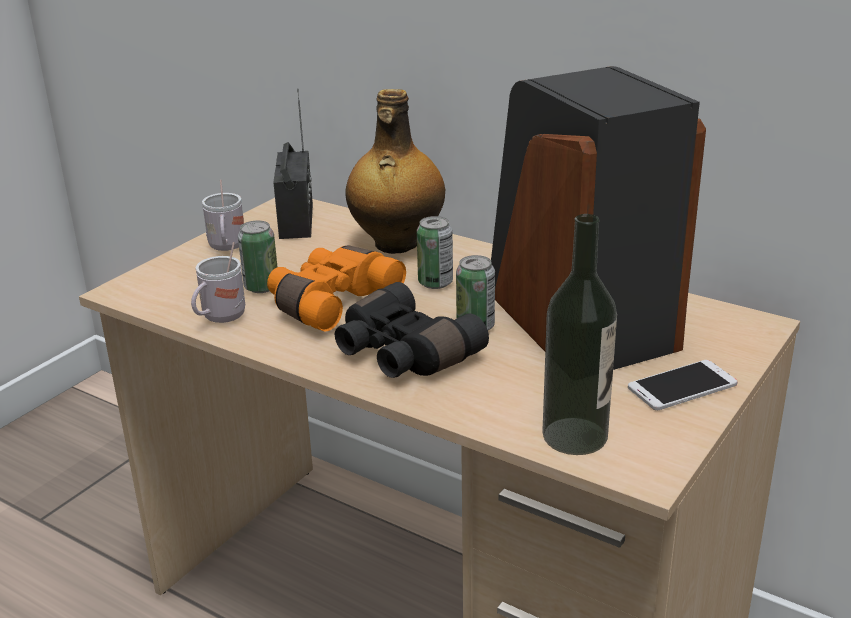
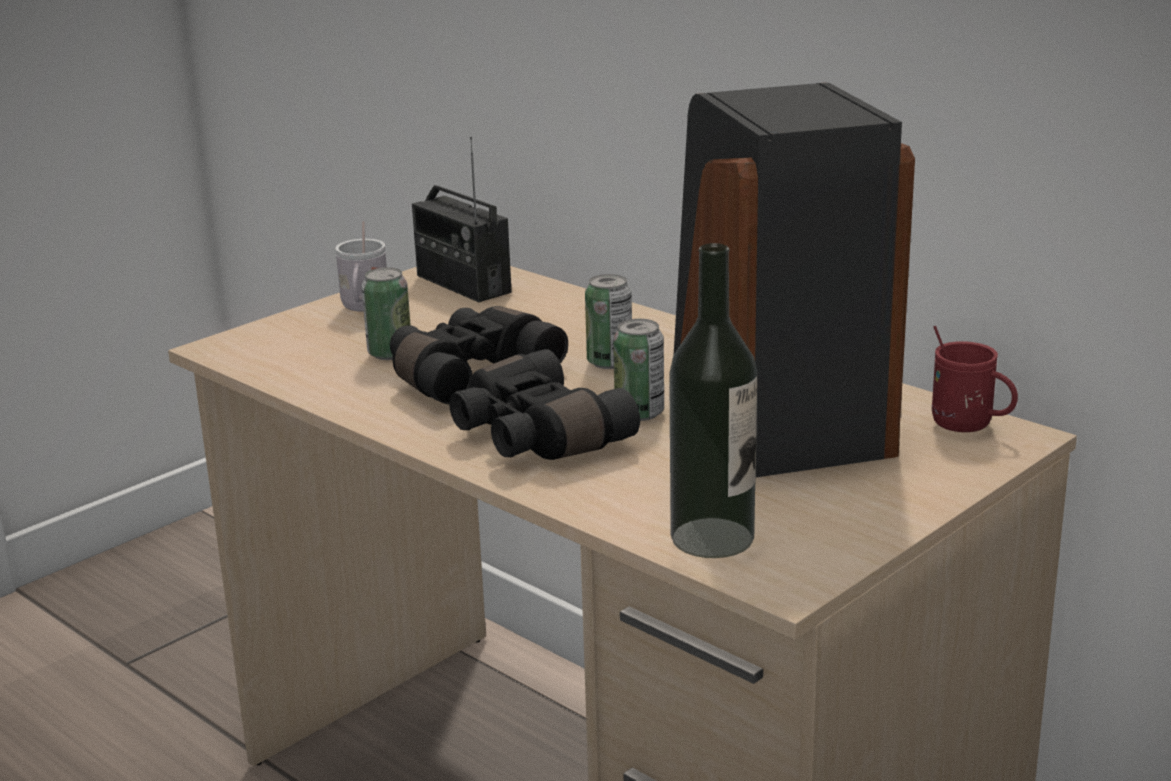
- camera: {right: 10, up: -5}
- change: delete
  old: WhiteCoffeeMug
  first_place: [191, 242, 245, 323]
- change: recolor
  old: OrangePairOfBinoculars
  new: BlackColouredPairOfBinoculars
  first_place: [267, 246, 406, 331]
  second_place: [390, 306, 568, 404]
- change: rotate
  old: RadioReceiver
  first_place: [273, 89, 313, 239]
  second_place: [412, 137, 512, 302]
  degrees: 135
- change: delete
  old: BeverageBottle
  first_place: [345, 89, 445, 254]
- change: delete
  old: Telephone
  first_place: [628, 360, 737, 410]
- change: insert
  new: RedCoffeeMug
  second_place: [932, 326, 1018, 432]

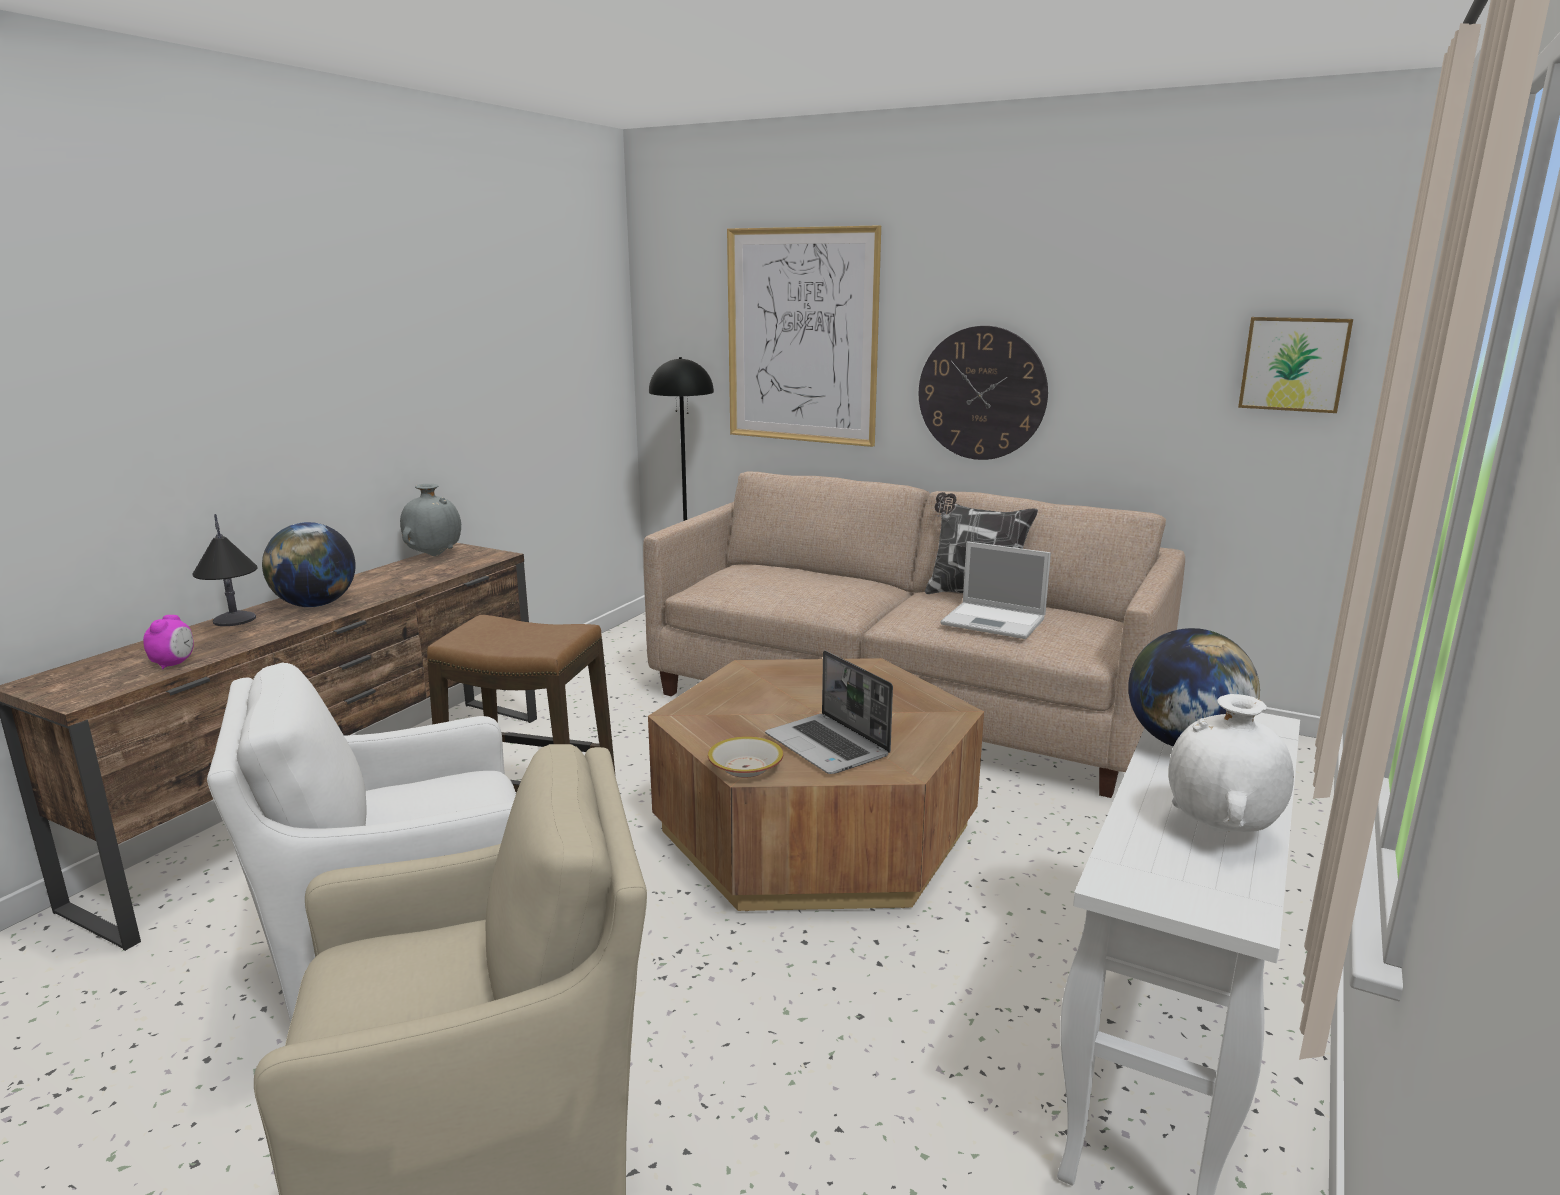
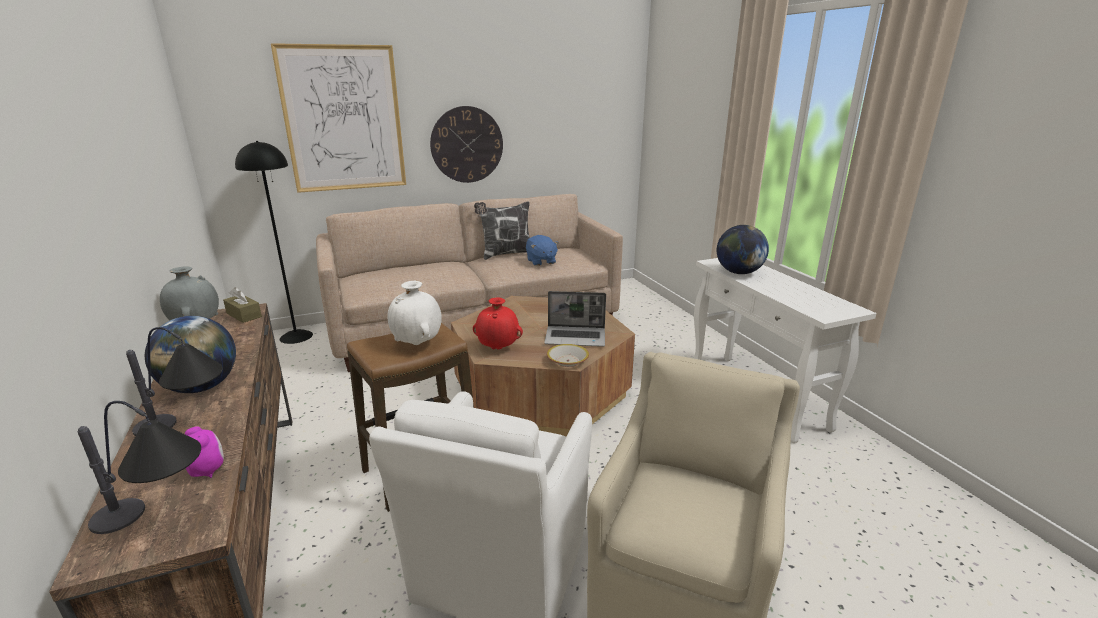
- camera: {right: -50, up: 5}
- change: replace
  old: NotebookComputer
  new: BluishCuddlyToy
  first_place: [941, 541, 1051, 639]
  second_place: [526, 235, 559, 266]
- change: move
  old: WhiteFlowerVase
  first_place: [1168, 694, 1294, 832]
  second_place: [387, 281, 442, 345]
- change: delete
  old: WallArt
  first_place: [1238, 317, 1353, 413]
- change: insert
  new: TableLamp
  second_place: [78, 401, 201, 534]
- change: insert
  new: BrownishTissueHolder
  second_place: [223, 287, 262, 323]
- change: insert
  new: RedFlowerVase
  second_place: [473, 297, 523, 350]

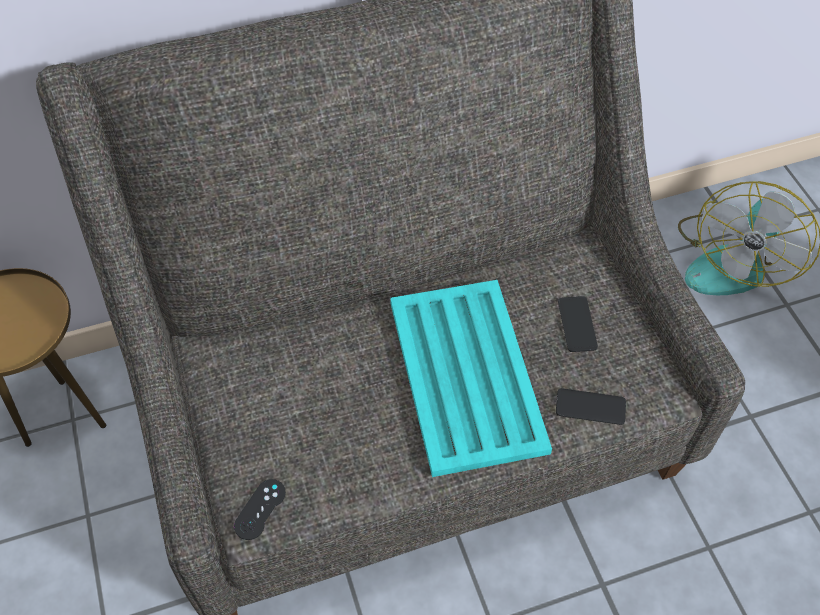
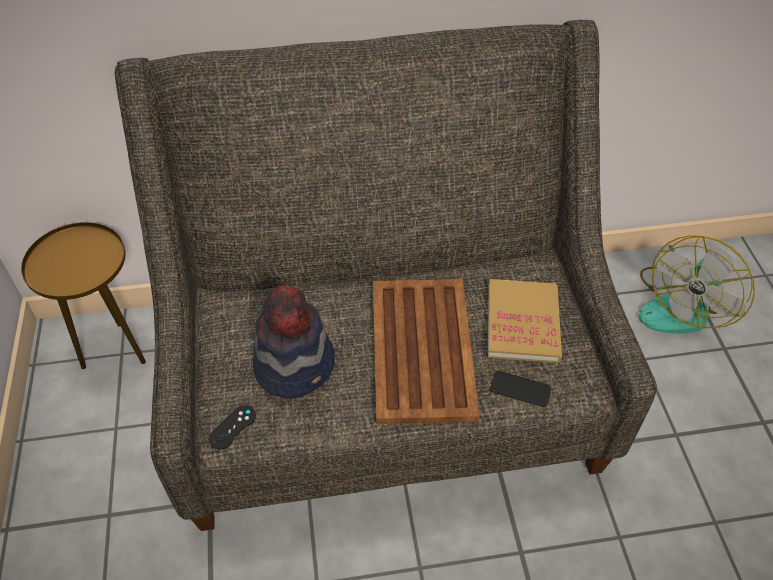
- camera: {right: 10, up: -5}
- change: recolor
  old: TurquoiseColouredCarryingTray
  new: BrownishCarryingTray
  first_place: [390, 280, 552, 477]
  second_place: [373, 279, 480, 424]
- change: replace
  old: Telephone
  new: Volume
  first_place: [558, 296, 598, 352]
  second_place: [488, 279, 562, 363]
- change: insert
  new: WearableHat
  second_place: [253, 285, 335, 398]

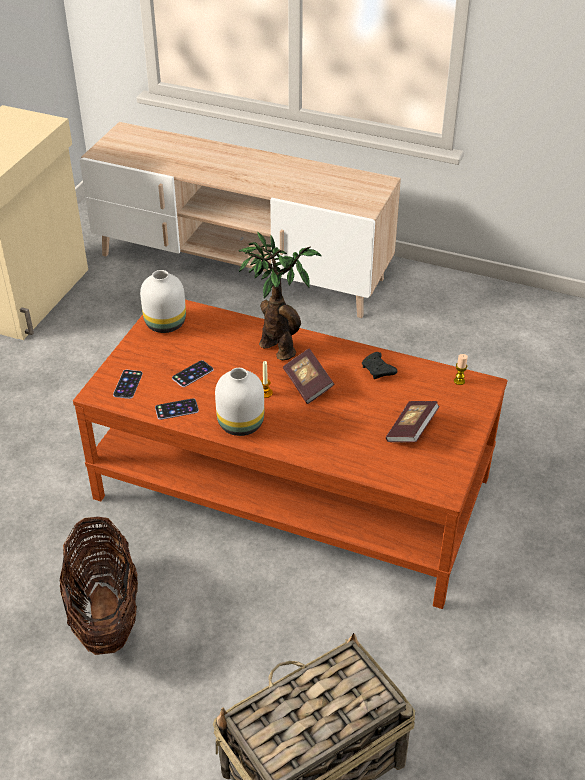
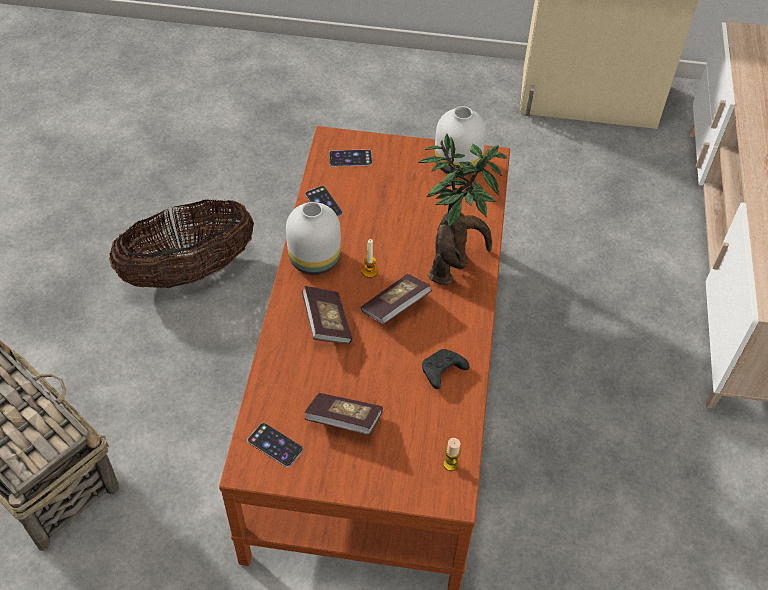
- camera: {right: 75, up: 10}
- change: move
  old: Telephone
  first_place: [172, 360, 213, 387]
  second_place: [247, 423, 303, 467]
- change: insert
  new: Volume
  second_place: [302, 286, 352, 344]

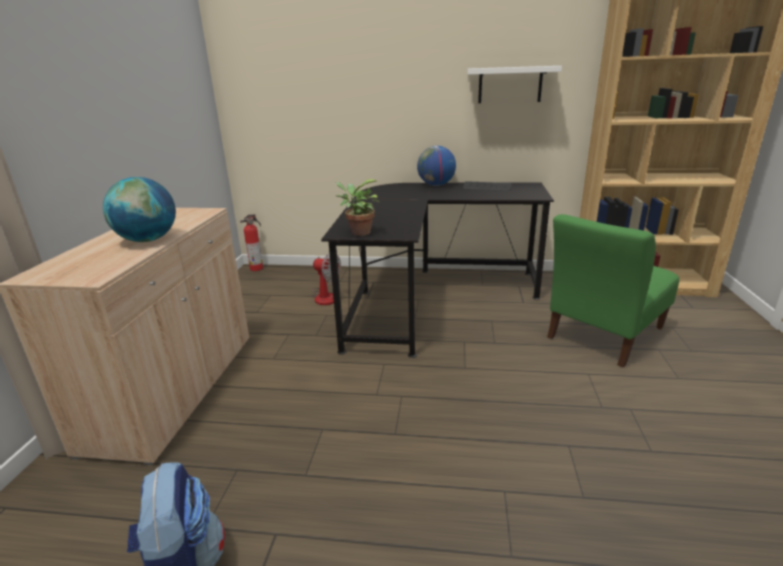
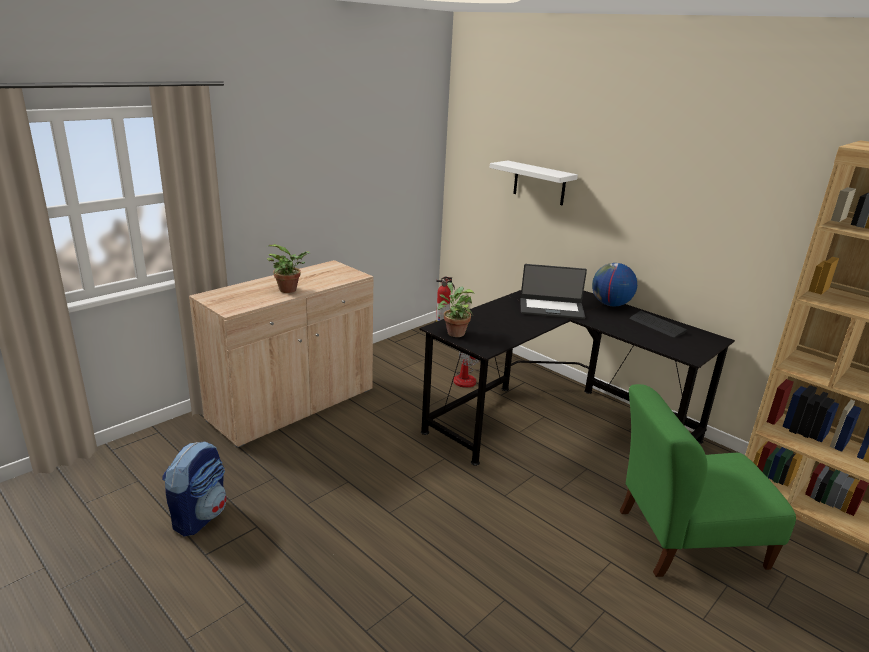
- camera: {right: 35, up: 0}
- change: replace
  old: Globe
  new: Houseplant
  first_place: [103, 177, 176, 242]
  second_place: [267, 244, 310, 293]
- change: move
  old: WhiteShelf
  first_place: [467, 66, 562, 103]
  second_place: [490, 161, 578, 206]
- change: insert
  new: NotebookComputer
  second_place: [520, 264, 587, 319]

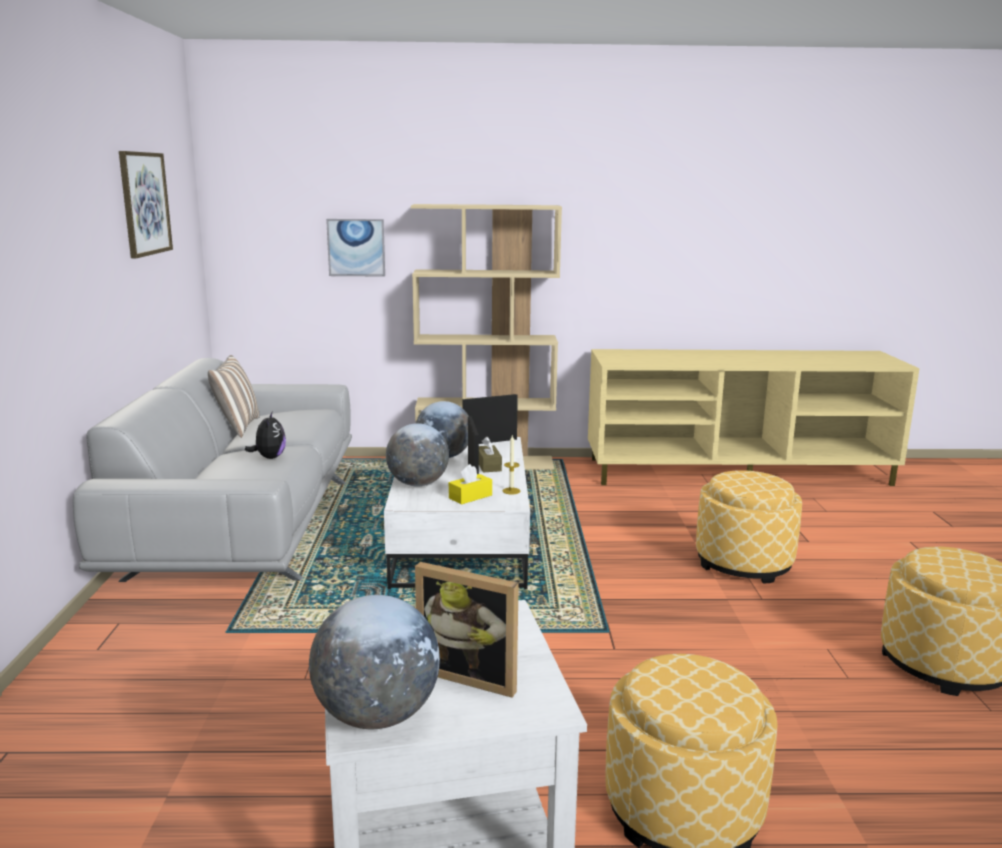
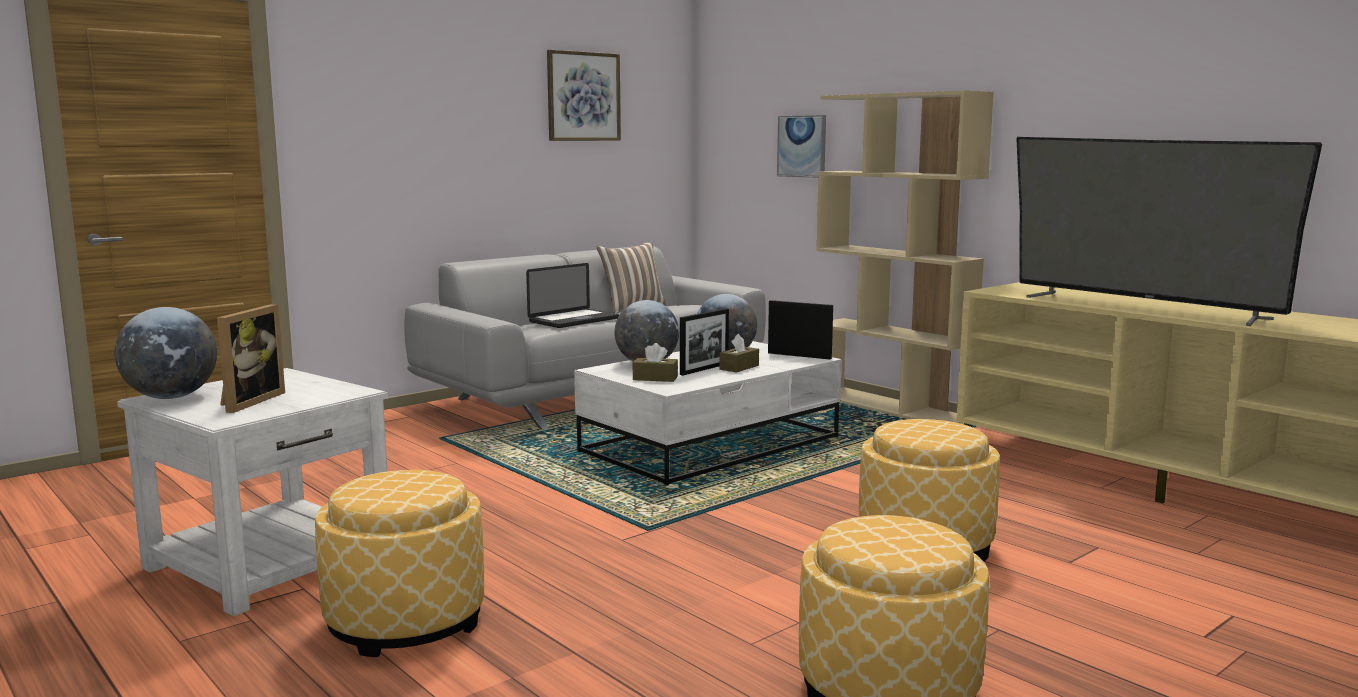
- camera: {right: 50, up: -5}
- change: replace
  old: CuddlyToy
  new: NotebookComputer
  first_place: [245, 412, 286, 459]
  second_place: [526, 263, 619, 328]
- change: rotate
  old: PictureFrame
  first_place: [415, 562, 519, 698]
  second_place: [217, 304, 285, 413]
  degrees: -150
- change: recolor
  old: YellowishTissueHolder
  new: BrownishTissueHolder
  first_place: [449, 464, 492, 505]
  second_place: [633, 343, 678, 382]
- change: delete
  old: WaxCandle
  first_place: [503, 436, 520, 495]
- change: insert
  new: TvSet
  second_place: [1016, 137, 1322, 326]

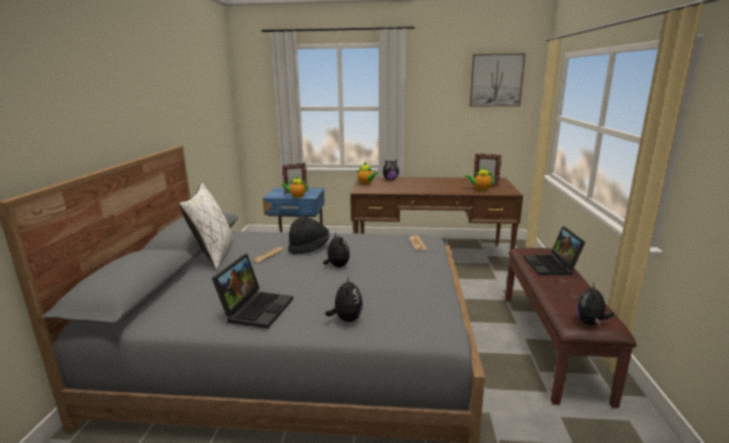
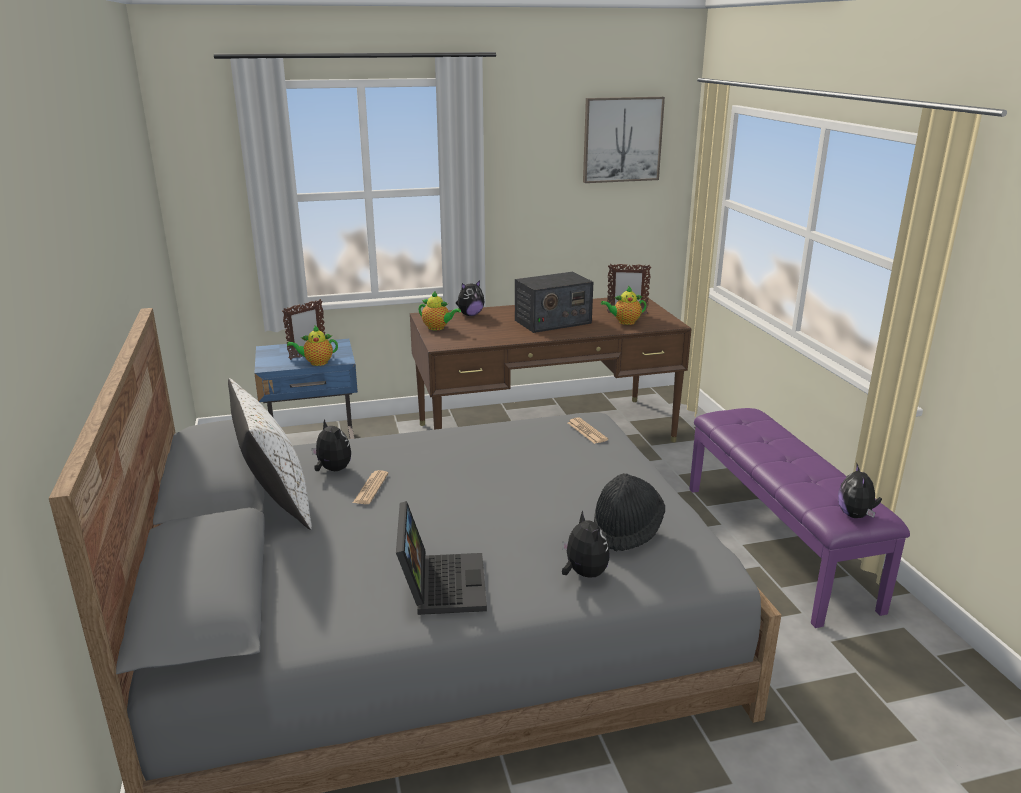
- camera: {right: -20, up: 5}
- change: move
  old: BlackColouredWearableHat
  first_place: [288, 216, 329, 254]
  second_place: [594, 473, 665, 552]
- change: move
  old: CuddlyToy
  first_place: [323, 232, 350, 267]
  second_place: [311, 419, 351, 471]
- change: recolor
  old: BrownishLongSeat
  new: PurplishLongSeat
  first_place: [505, 247, 637, 408]
  second_place: [689, 408, 910, 628]
- change: delete
  old: NotebookComputer
  first_place: [524, 226, 585, 275]
- change: insert
  new: RadioReceiver
  second_place: [515, 272, 593, 333]

